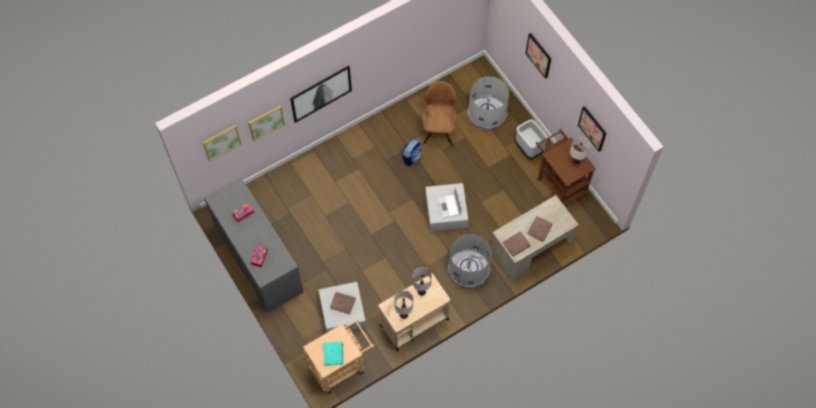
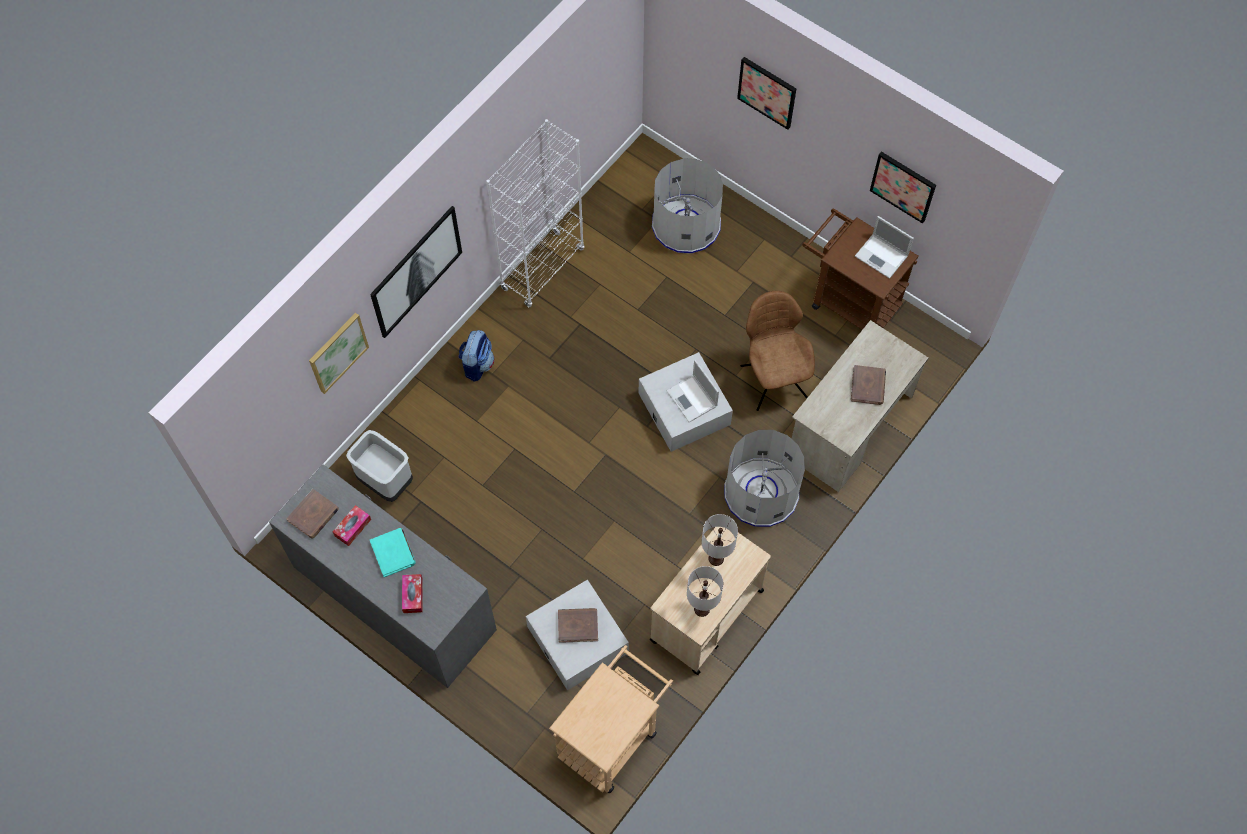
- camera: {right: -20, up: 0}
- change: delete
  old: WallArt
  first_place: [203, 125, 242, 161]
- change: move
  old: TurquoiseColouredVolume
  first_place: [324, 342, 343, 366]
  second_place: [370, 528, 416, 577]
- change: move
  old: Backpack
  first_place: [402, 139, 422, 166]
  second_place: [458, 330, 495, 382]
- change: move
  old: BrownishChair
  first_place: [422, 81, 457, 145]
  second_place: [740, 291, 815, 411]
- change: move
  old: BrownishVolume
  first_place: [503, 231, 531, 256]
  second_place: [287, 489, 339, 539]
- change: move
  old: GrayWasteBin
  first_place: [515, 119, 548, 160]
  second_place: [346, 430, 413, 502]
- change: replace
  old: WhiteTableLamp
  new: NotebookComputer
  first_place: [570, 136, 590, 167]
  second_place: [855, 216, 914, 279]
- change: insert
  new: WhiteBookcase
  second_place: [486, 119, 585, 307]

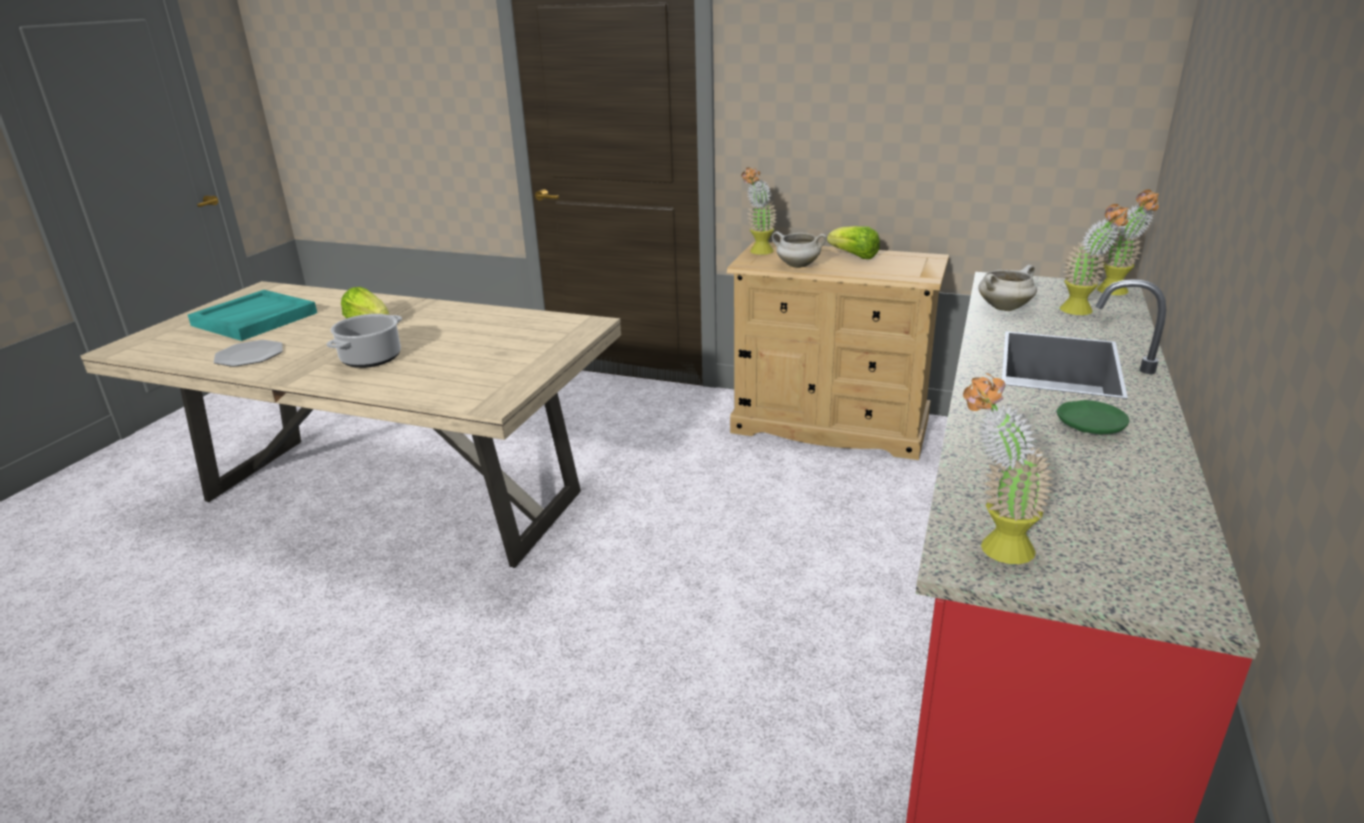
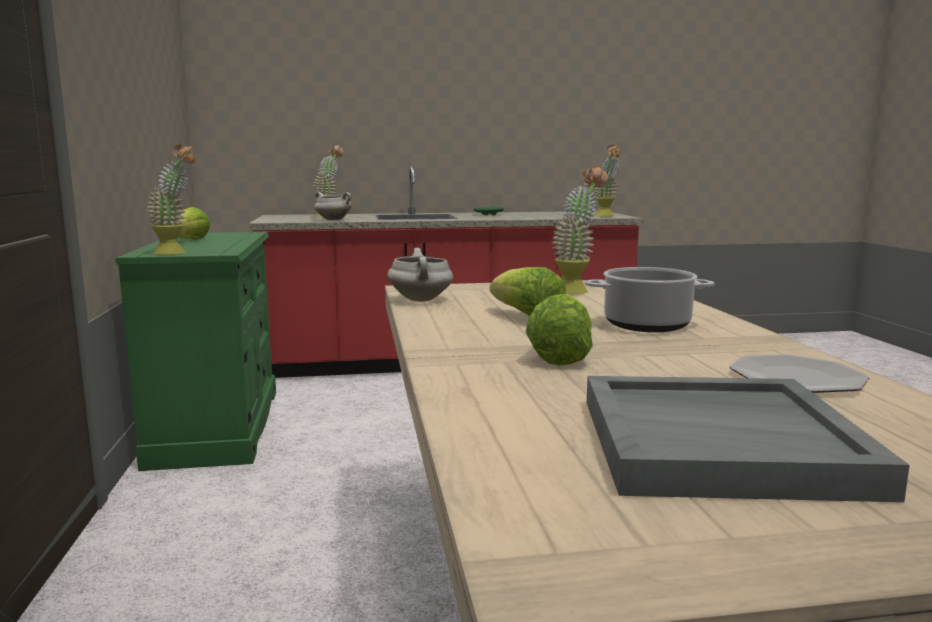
- camera: {right: -120, up: -15}
- change: recolor
  old: TurquoiseColouredCarryingTray
  new: GrayCarryingTray
  first_place: [188, 290, 317, 341]
  second_place: [587, 376, 910, 502]
- change: recolor
  old: SandColouredChestOfDrawers
  new: GreenishChestOfDrawers
  first_place: [727, 241, 949, 460]
  second_place: [115, 232, 276, 471]
- change: move
  old: WhiteStockpot
  first_place: [772, 231, 827, 268]
  second_place: [388, 248, 453, 302]
- change: move
  old: Houseplant
  first_place: [1097, 190, 1160, 295]
  second_place: [553, 167, 608, 294]
- change: insert
  new: LettuceHead
  second_place: [490, 267, 566, 316]

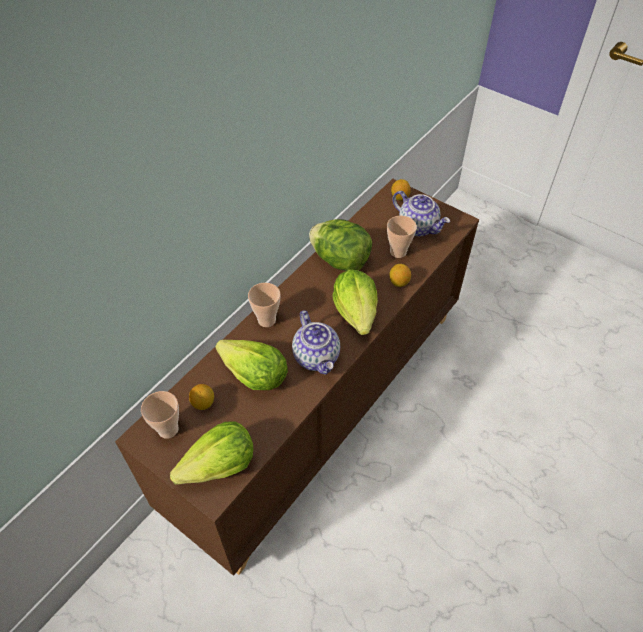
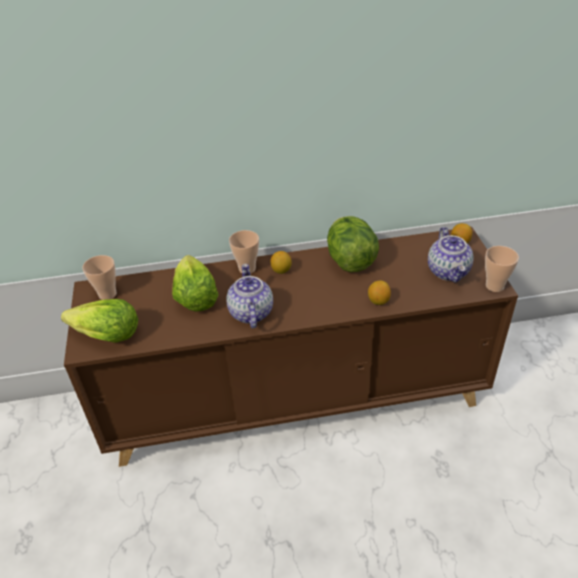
- camera: {right: 45, up: -10}
- change: move
  old: Lemon
  first_place: [189, 384, 214, 410]
  second_place: [270, 251, 292, 274]
- change: rotate
  old: Teapot
  first_place: [292, 310, 340, 375]
  second_place: [226, 264, 273, 329]
  degrees: 150
- change: delete
  old: LettuceHead
  first_place: [332, 270, 378, 335]
- change: move
  old: Cup
  first_place: [387, 216, 417, 258]
  second_place: [485, 246, 519, 292]

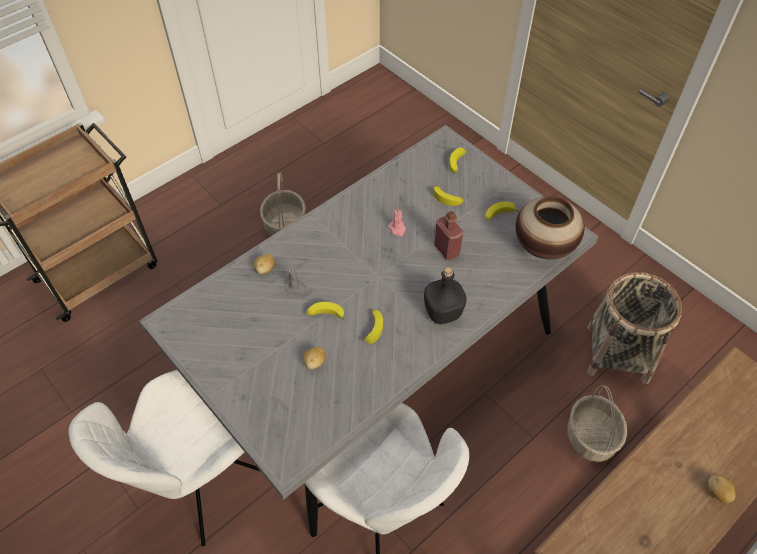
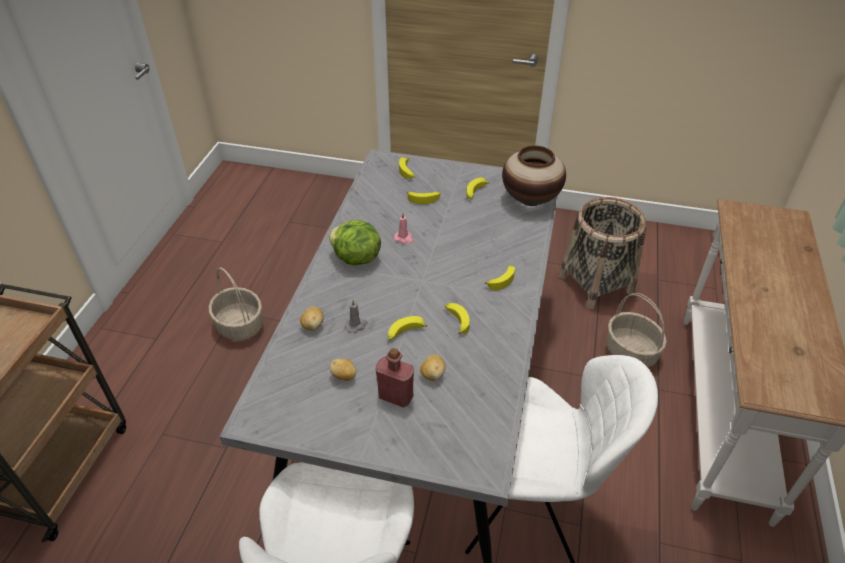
- camera: {right: -35, up: -10}
- change: replace
  old: BlackColouredBeverageBottle
  new: BananaFruit
  first_place: [424, 267, 466, 324]
  second_place: [485, 265, 515, 290]
- change: move
  old: RedBeverageBottle
  first_place: [434, 211, 463, 260]
  second_place: [376, 348, 414, 408]
- change: move
  old: WholePotato
  first_place: [708, 475, 736, 503]
  second_place: [330, 359, 357, 381]
- change: insert
  new: LettuceHead
  second_place: [329, 220, 381, 265]

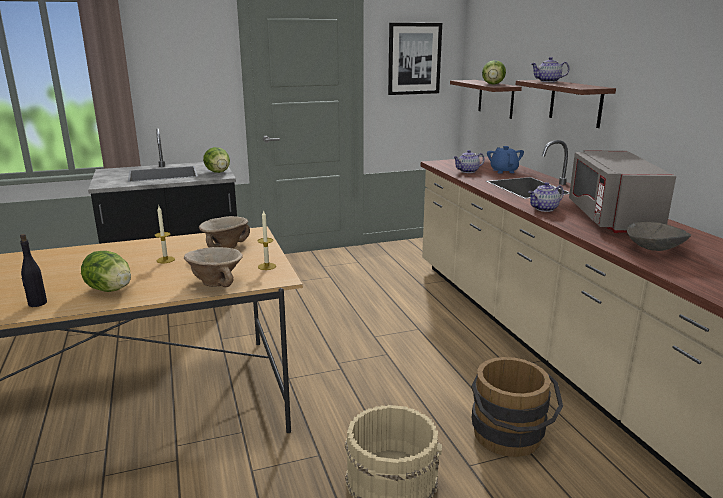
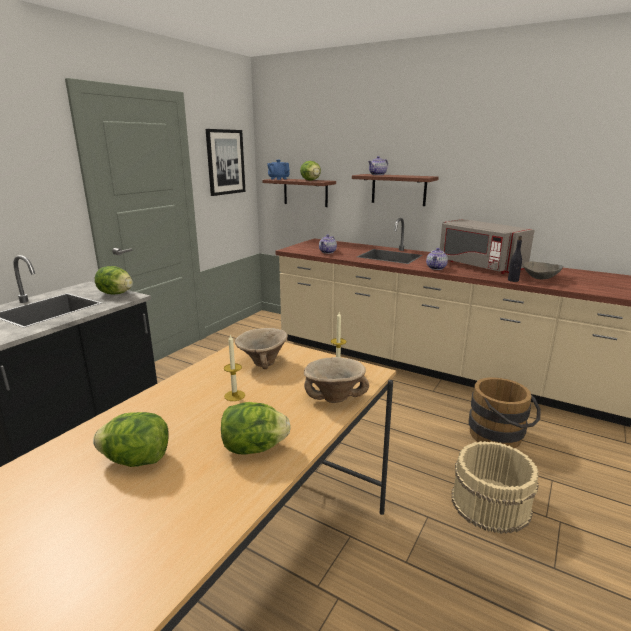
- camera: {right: -40, up: 0}
- change: move
  old: BlackColouredBeverageBottle
  first_place: [20, 234, 47, 307]
  second_place: [508, 236, 522, 282]
- change: move
  old: BluishTeapot
  first_place: [487, 146, 524, 174]
  second_place: [267, 160, 290, 180]
- change: insert
  new: LettuceHead
  second_place: [93, 412, 169, 467]

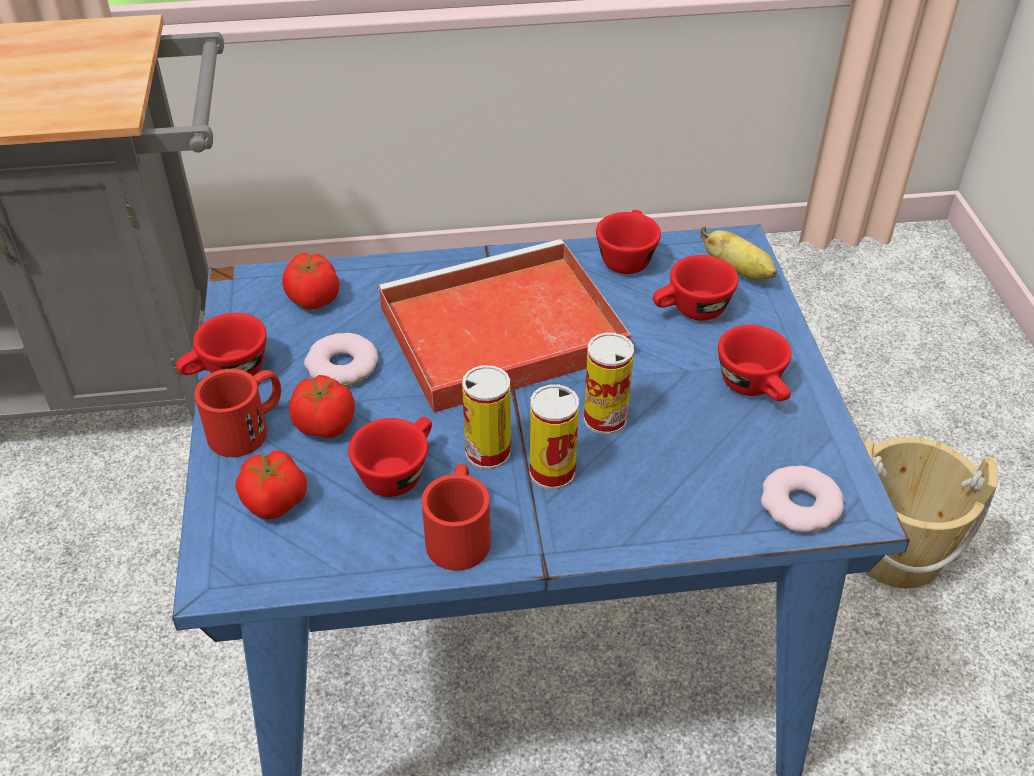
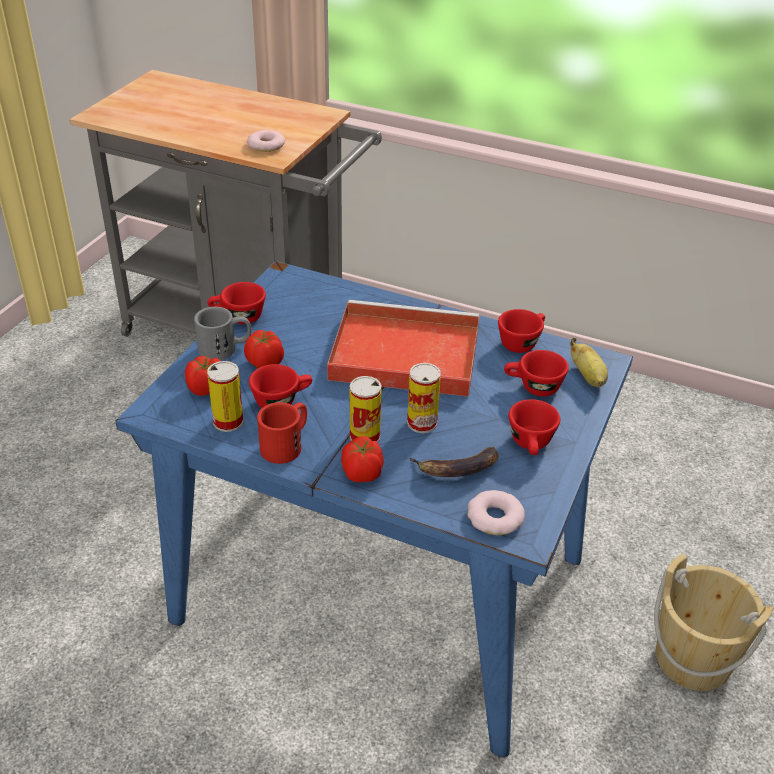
- camera: {right: 30, up: -5}
- change: recolor
  old: RedCoffeeMug
  new: GrayCoffeeMug
  first_place: [194, 369, 281, 457]
  second_place: [194, 307, 251, 360]
- change: move
  old: WholeTomato
  first_place: [282, 253, 340, 310]
  second_place: [341, 436, 384, 482]
- change: move
  old: Doughnut
  first_place: [304, 333, 378, 386]
  second_place: [247, 130, 285, 152]
- change: move
  old: Can
  first_place: [462, 365, 511, 469]
  second_place: [207, 361, 243, 432]
- change: insert
  new: BananaFruit
  second_place: [409, 447, 499, 477]

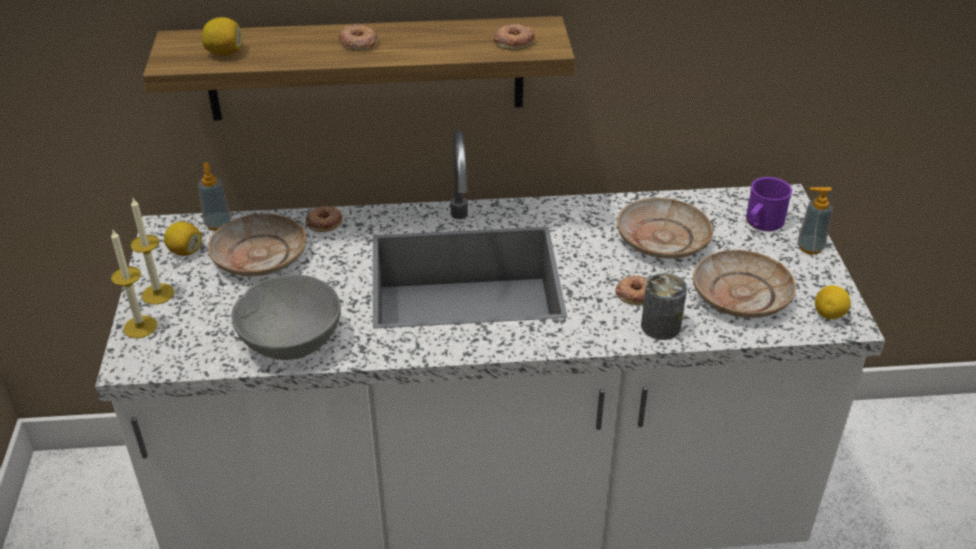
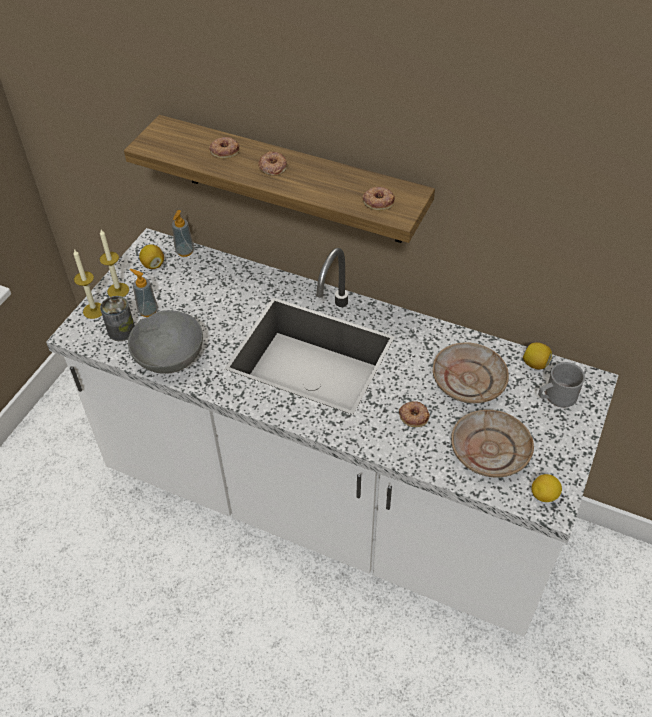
- camera: {right: 30, up: 10}
- change: move
  old: Lemon
  first_place: [202, 17, 242, 55]
  second_place: [523, 342, 552, 369]
- change: delete
  old: SandColouredDinnerPlate
  first_place: [208, 213, 307, 276]
- change: move
  old: Doughnut
  first_place: [306, 205, 343, 232]
  second_place: [209, 137, 240, 159]
- change: move
  old: Can
  first_place: [641, 273, 687, 340]
  second_place: [100, 296, 135, 341]
- change: recolor
  old: PurplishCoffeeMug
  new: GrayCoffeeMug
  first_place: [746, 177, 792, 231]
  second_place: [538, 362, 585, 408]
- change: move
  old: LiquidSoapBottle
  first_place: [797, 187, 833, 255]
  second_place: [130, 269, 158, 317]

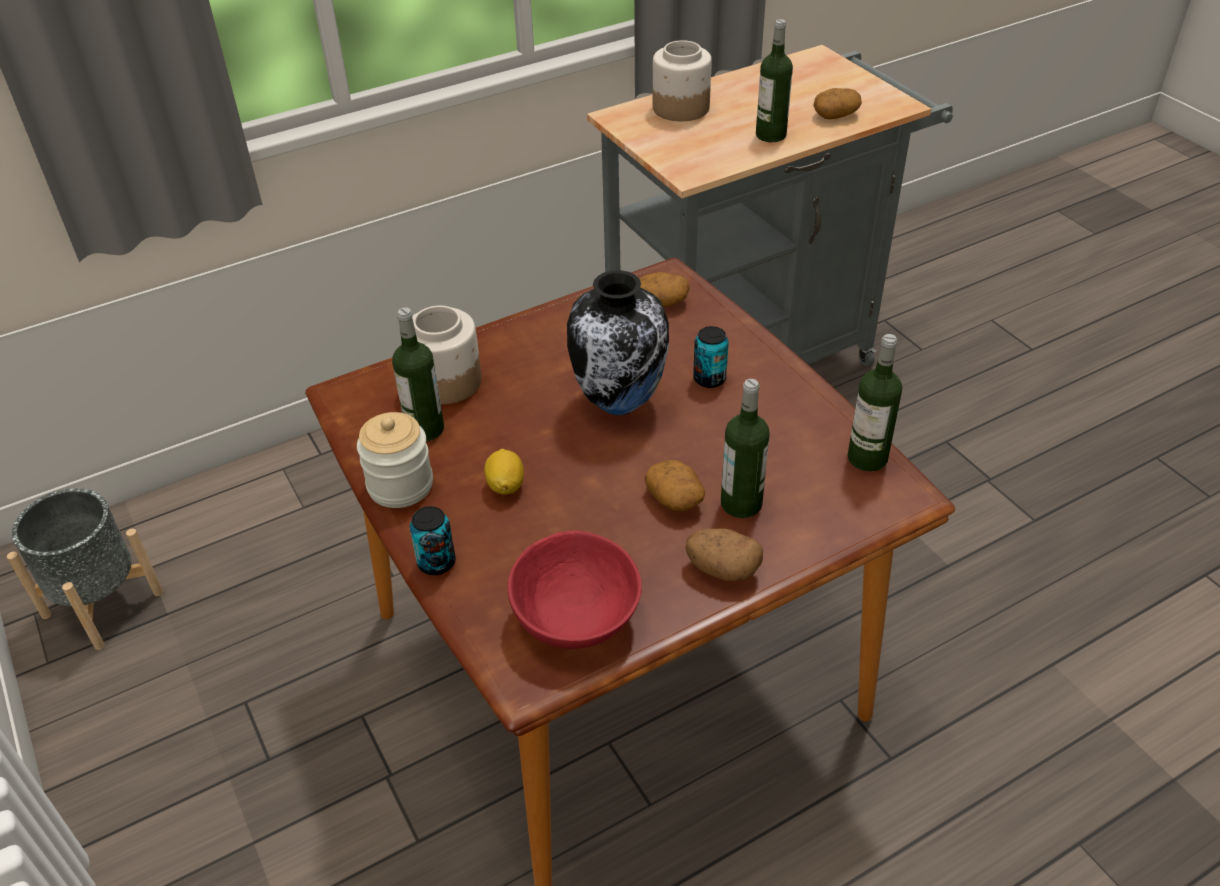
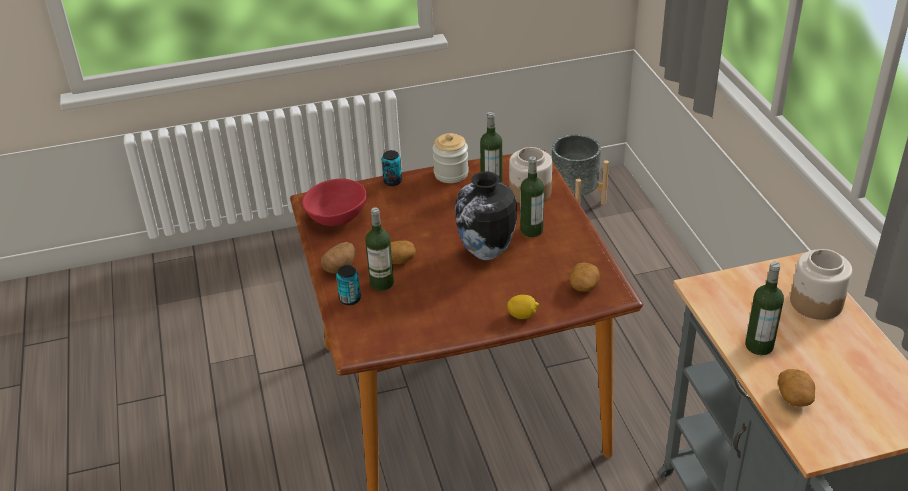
- camera: {right: 105, up: -5}
- change: move
  old: Lemon
  first_place: [484, 449, 524, 495]
  second_place: [507, 295, 539, 319]
- change: move
  old: Can
  first_place: [693, 326, 729, 388]
  second_place: [336, 265, 361, 305]
- change: move
  old: BeverageBottle
  first_place: [847, 334, 902, 472]
  second_place: [520, 156, 544, 237]

